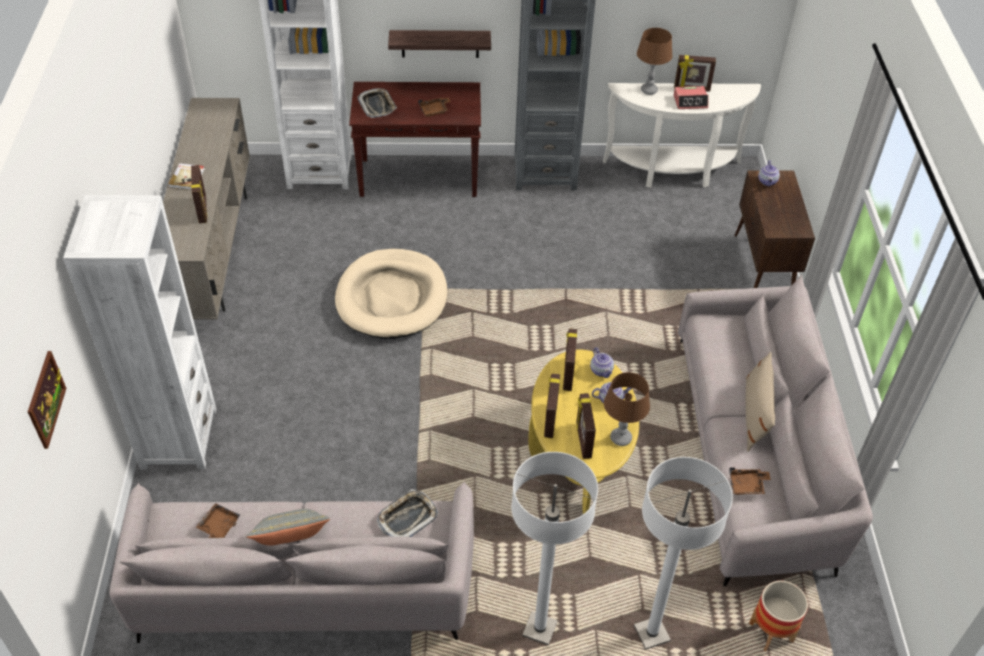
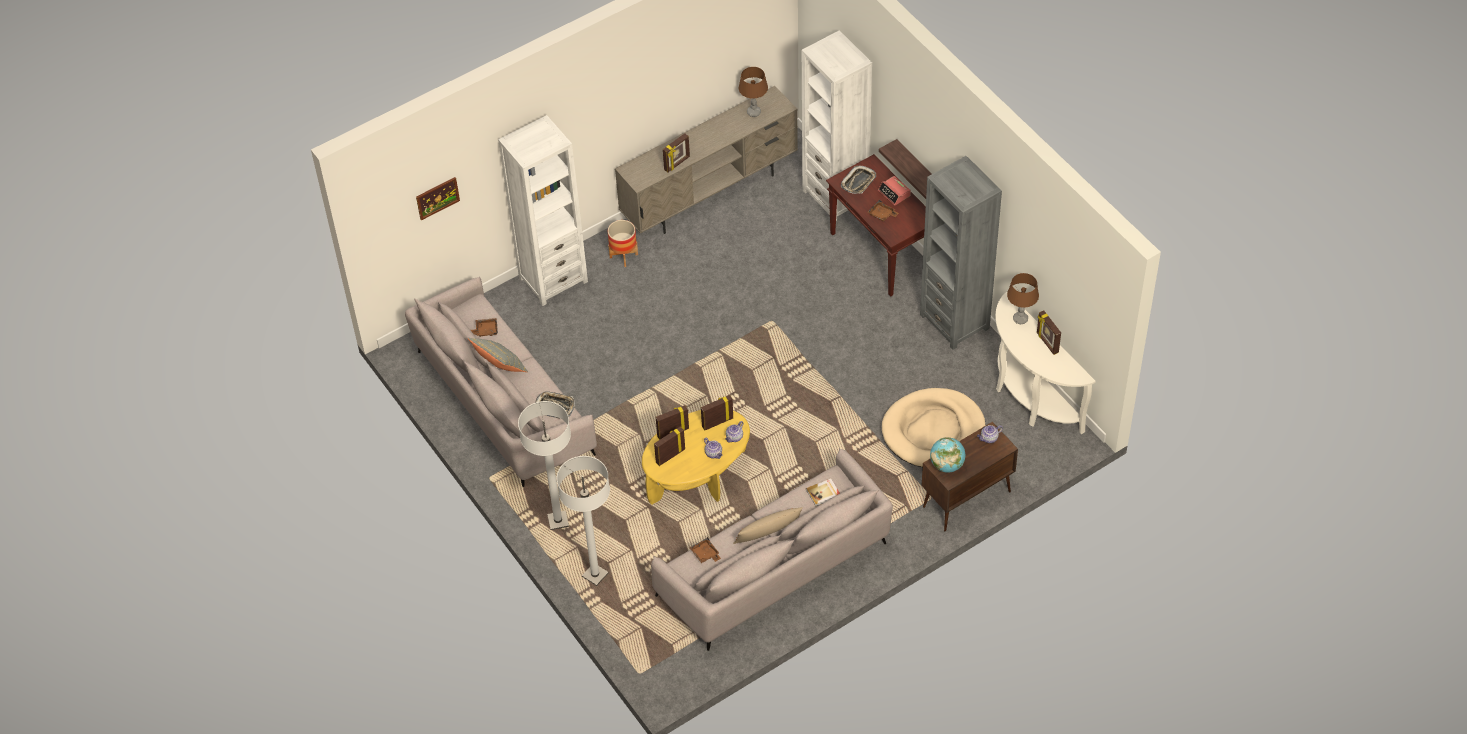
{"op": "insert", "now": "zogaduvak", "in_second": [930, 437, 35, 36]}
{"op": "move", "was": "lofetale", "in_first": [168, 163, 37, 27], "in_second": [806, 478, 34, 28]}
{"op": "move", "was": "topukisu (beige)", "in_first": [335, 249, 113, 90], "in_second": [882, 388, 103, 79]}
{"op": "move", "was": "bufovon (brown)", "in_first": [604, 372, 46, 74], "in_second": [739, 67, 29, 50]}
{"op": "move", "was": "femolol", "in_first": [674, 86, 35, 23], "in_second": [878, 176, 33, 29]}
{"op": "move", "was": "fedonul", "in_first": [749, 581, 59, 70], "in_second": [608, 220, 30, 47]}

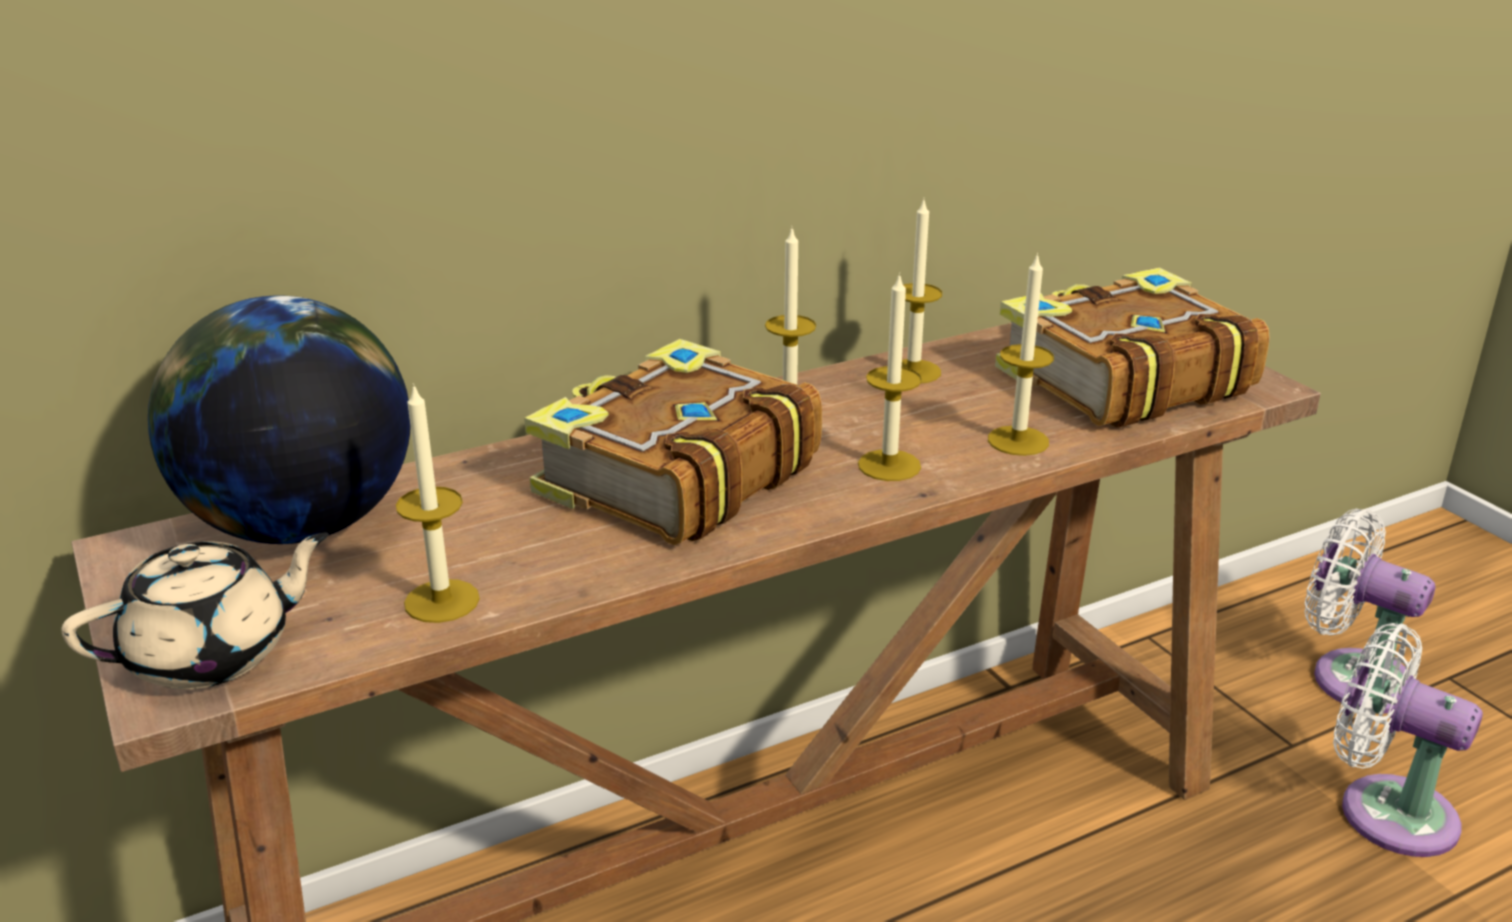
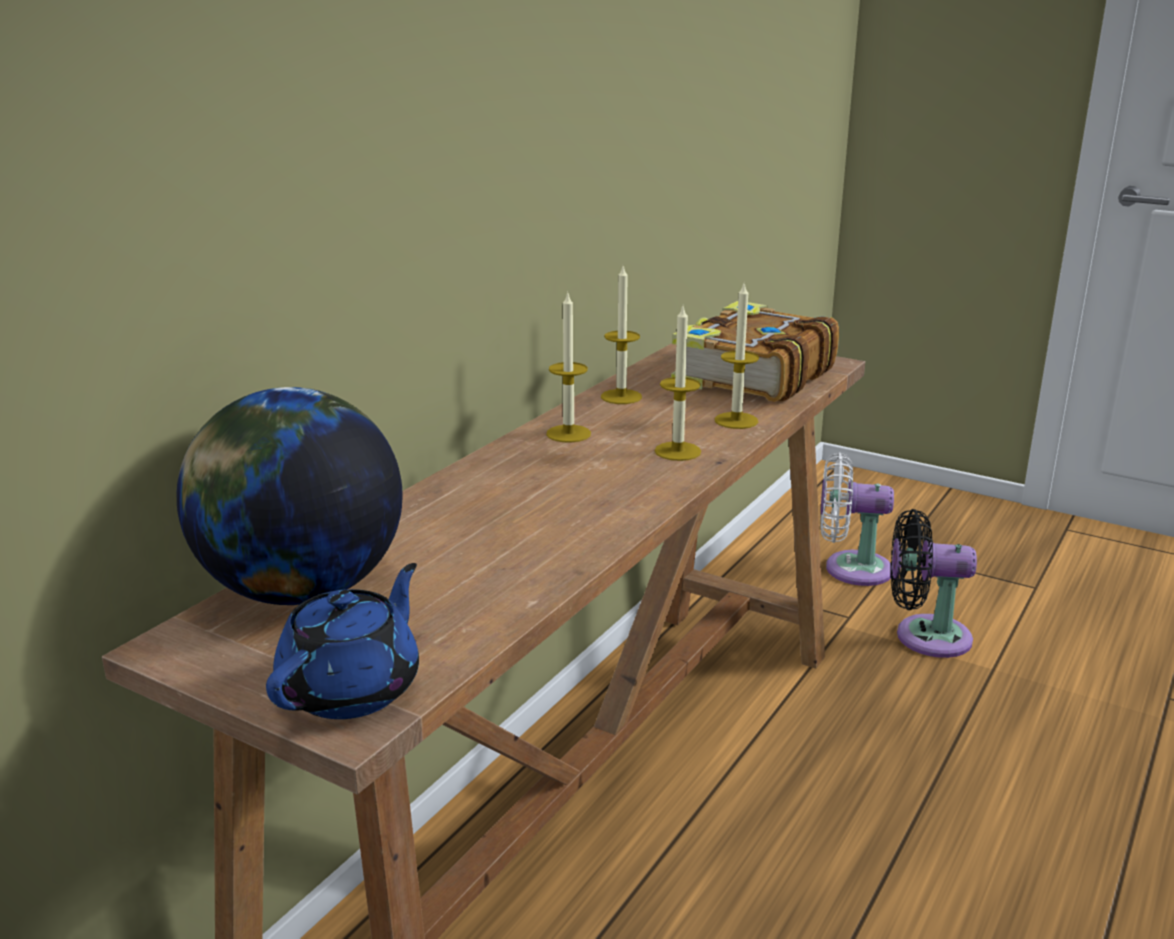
{"op": "delete", "was": "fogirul", "in_first": [396, 383, 84, 240]}
{"op": "delete", "was": "lofetale", "in_first": [524, 339, 298, 206]}
{"op": "recolor", "was": "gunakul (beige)", "now": "gunakul (blue)", "in_first": [62, 532, 267, 157], "in_second": [266, 563, 153, 156]}
{"op": "recolor", "was": "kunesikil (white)", "now": "kunesikil (black)", "in_first": [1333, 623, 150, 234], "in_second": [891, 509, 86, 149]}

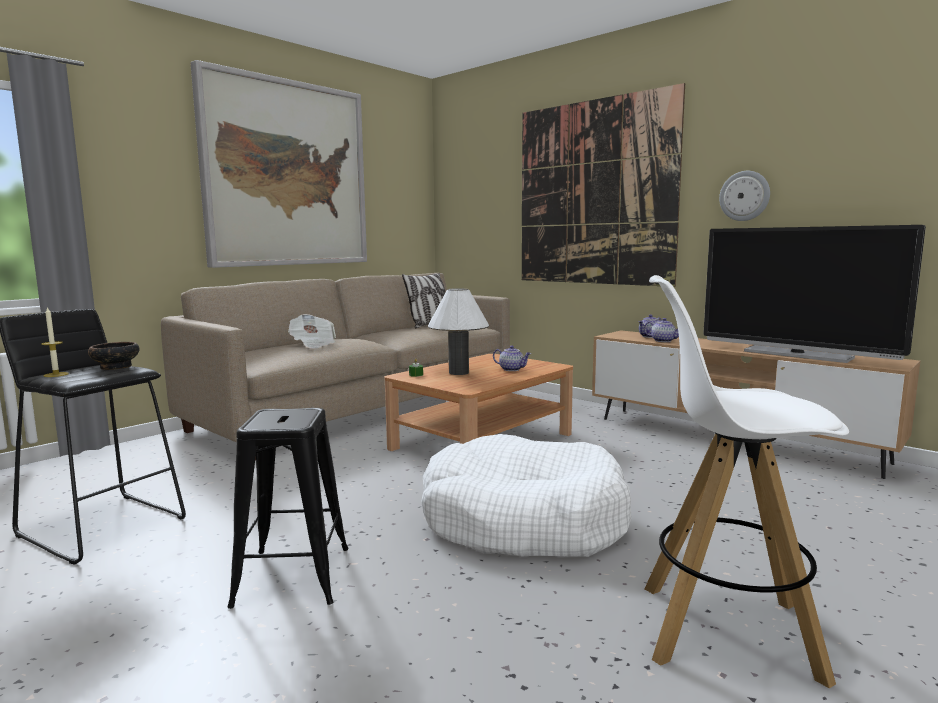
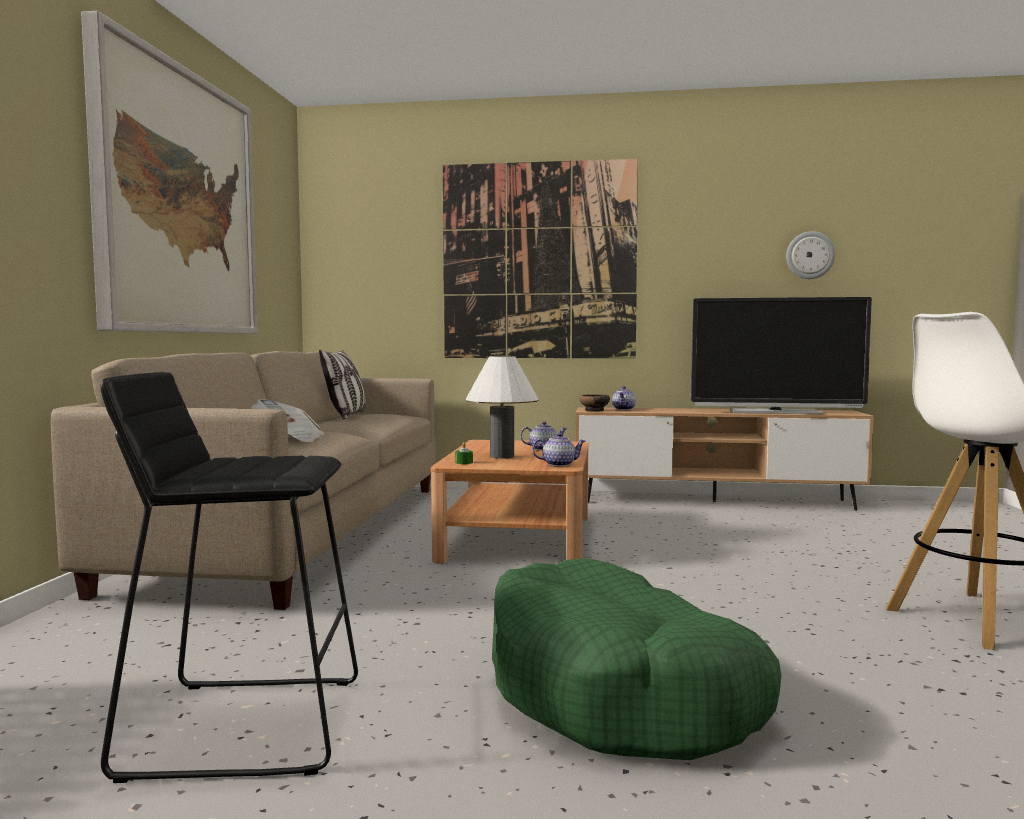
{"op": "delete", "was": "fogirul", "in_first": [41, 307, 28, 70]}
{"op": "delete", "was": "topukisu (white)", "in_first": [421, 434, 211, 123]}
{"op": "move", "was": "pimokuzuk", "in_first": [88, 342, 51, 28], "in_second": [580, 394, 30, 18]}
{"op": "move", "was": "gunakul", "in_first": [644, 318, 35, 24], "in_second": [532, 433, 53, 33]}
{"op": "move", "was": "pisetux", "in_first": [719, 171, 51, 50], "in_second": [786, 231, 49, 48]}
{"op": "replace", "was": "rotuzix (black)", "now": "topukisu (green)", "in_first": [228, 408, 120, 201], "in_second": [492, 558, 289, 202]}

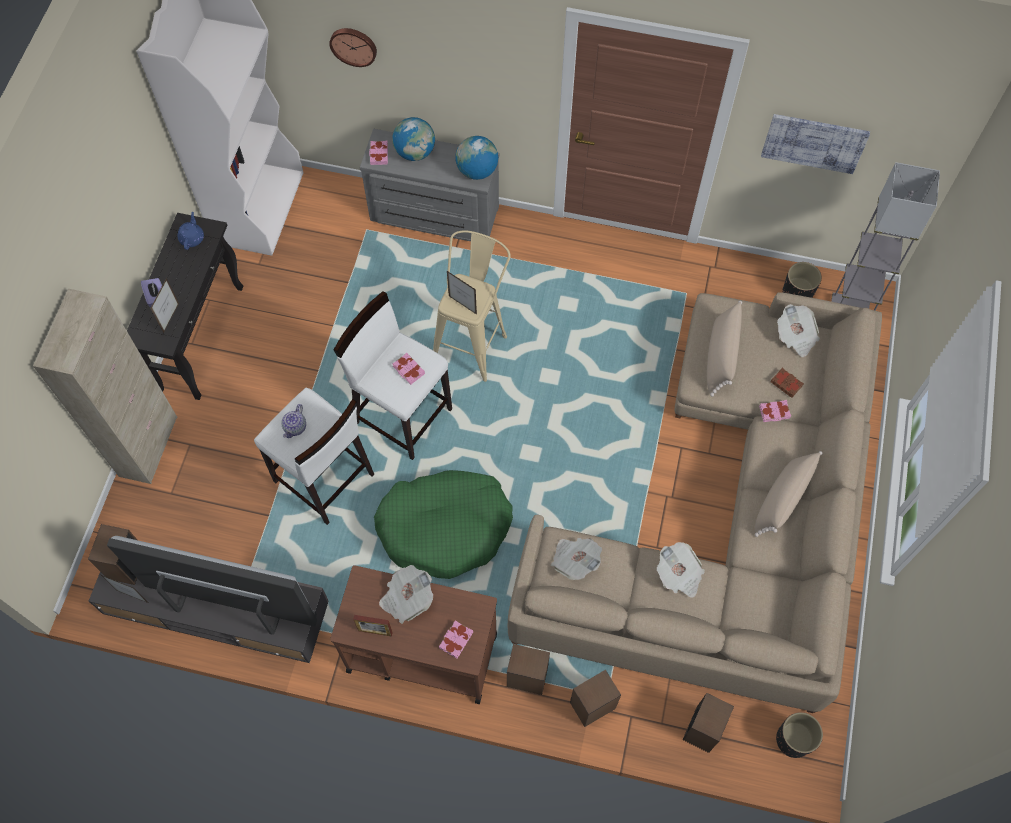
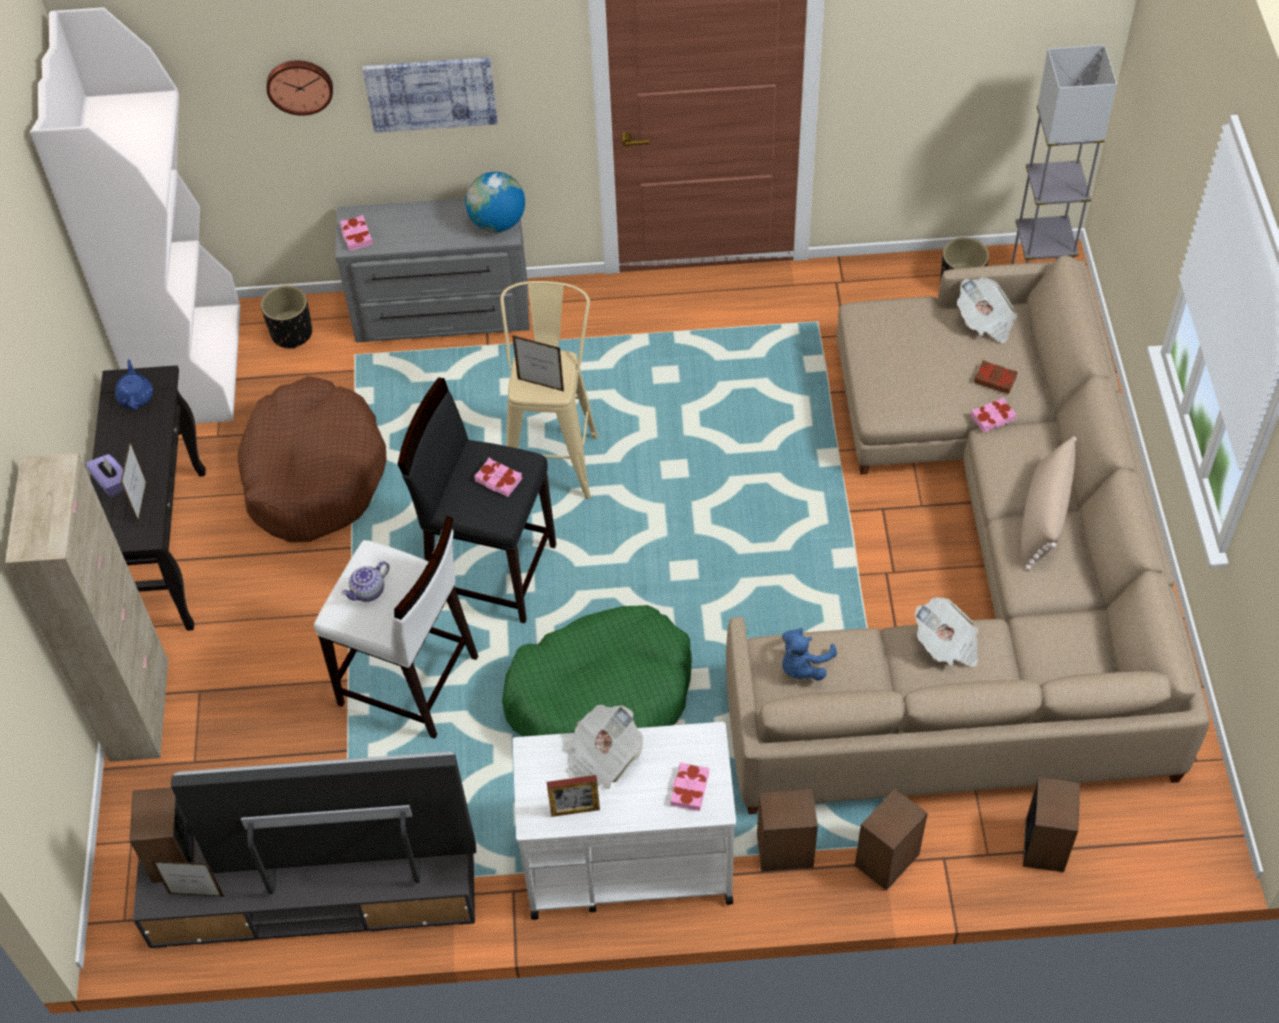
{"op": "delete", "was": "zogaduvak", "in_first": [392, 117, 43, 44]}
{"op": "delete", "was": "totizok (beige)", "in_first": [707, 301, 35, 96]}
{"op": "insert", "now": "topukisu (brown)", "in_second": [238, 376, 149, 166]}
{"op": "move", "was": "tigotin", "in_first": [761, 114, 109, 60], "in_second": [363, 57, 135, 76]}
{"op": "move", "was": "fedonul (black)", "in_first": [776, 712, 47, 46], "in_second": [261, 285, 51, 64]}
{"op": "replace", "was": "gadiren", "now": "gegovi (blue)", "in_first": [551, 538, 51, 42], "in_second": [782, 628, 55, 52]}
{"op": "recolor", "was": "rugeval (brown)", "now": "rugeval (white)", "in_first": [330, 565, 167, 139], "in_second": [513, 722, 223, 198]}
{"op": "recolor", "was": "rotuzix (white)", "now": "rotuzix (black)", "in_first": [334, 291, 118, 169], "in_second": [397, 378, 159, 245]}
{"op": "rotate", "was": "gunakul", "in_first": [281, 404, 25, 34], "in_second": [341, 561, 48, 41], "clockwise": 45}

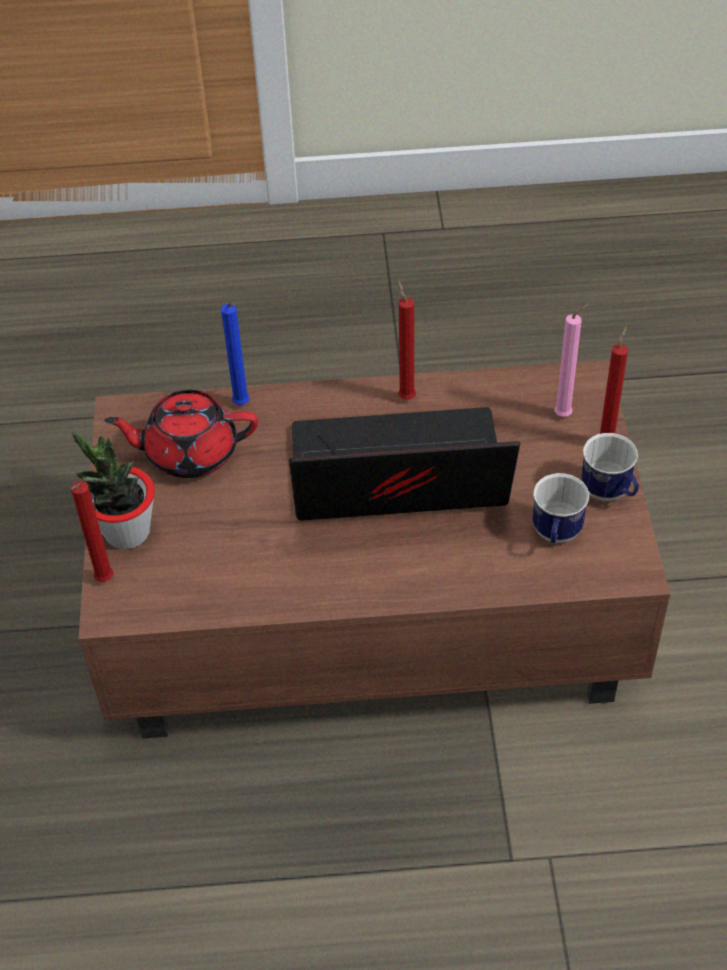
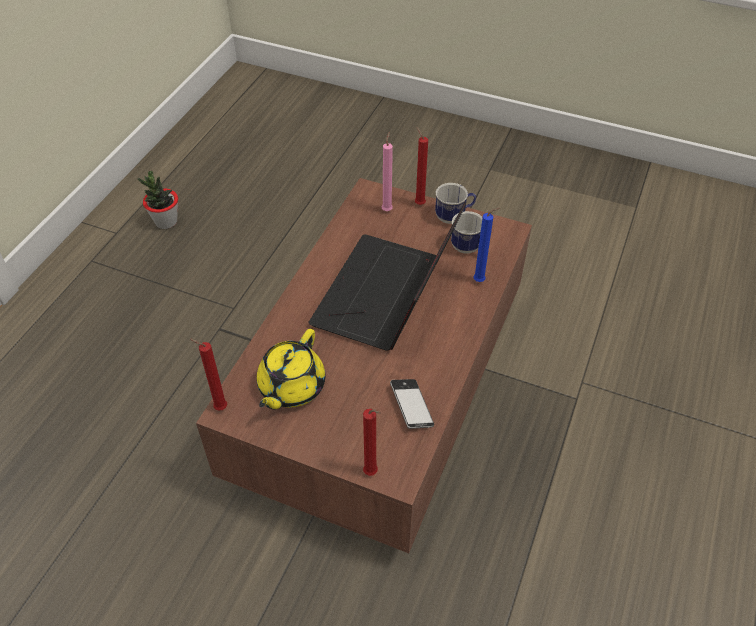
{"op": "insert", "now": "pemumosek", "in_second": [390, 379, 44, 50]}
{"op": "move", "was": "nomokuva", "in_first": [72, 431, 83, 118], "in_second": [138, 171, 40, 58]}
{"op": "move", "was": "fogirul (blue)", "in_first": [221, 303, 29, 102], "in_second": [473, 208, 27, 74]}
{"op": "move", "was": "fogirul (red)", "in_first": [398, 282, 18, 118], "in_second": [190, 339, 37, 72]}
{"op": "recolor", "was": "gunakul (red)", "now": "gunakul (yellow)", "in_first": [104, 390, 154, 88], "in_second": [257, 329, 68, 80]}

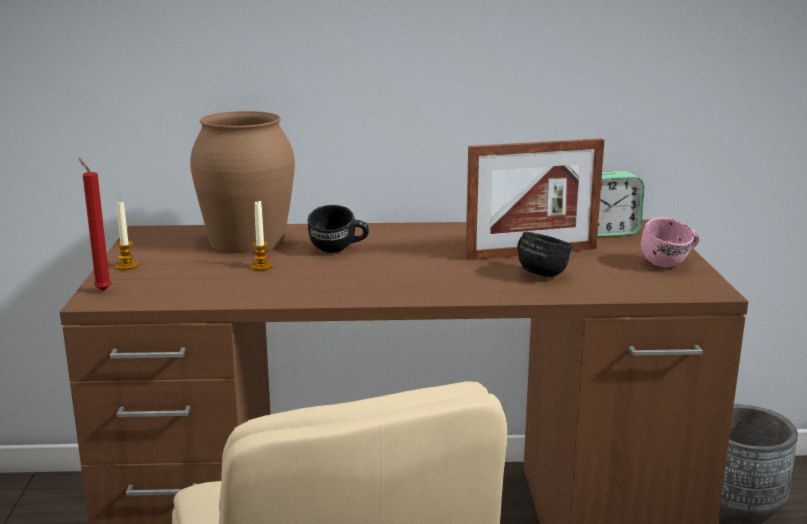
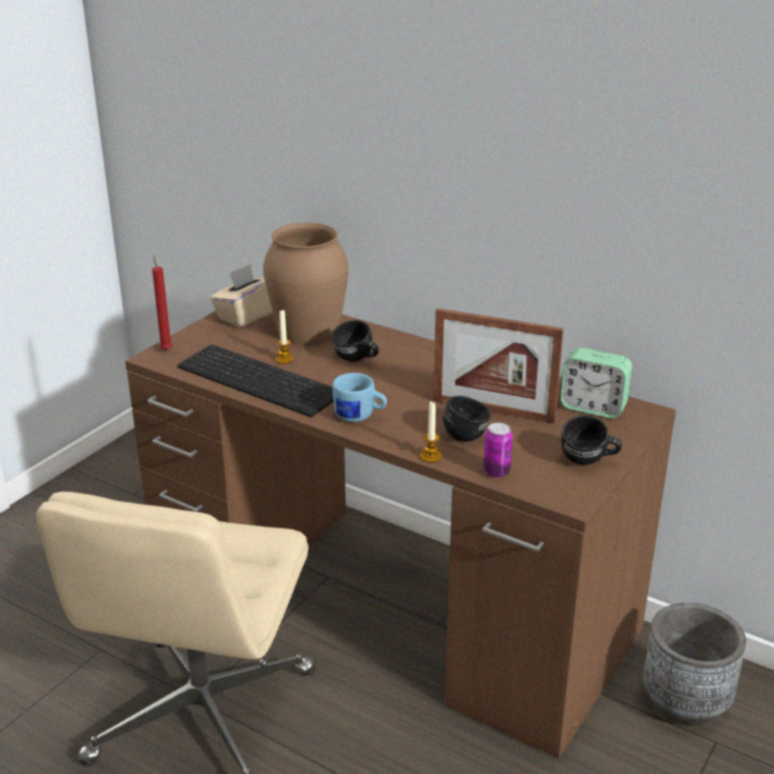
{"op": "insert", "now": "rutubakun", "in_second": [177, 345, 157, 72]}
{"op": "insert", "now": "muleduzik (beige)", "in_second": [210, 264, 63, 63]}
{"op": "insert", "now": "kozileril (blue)", "in_second": [332, 373, 55, 49]}
{"op": "insert", "now": "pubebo", "in_second": [483, 423, 30, 55]}
{"op": "move", "was": "fogirul", "in_first": [115, 202, 24, 68], "in_second": [420, 401, 22, 62]}
{"op": "recolor", "was": "kozileril (pink)", "now": "kozileril (black)", "in_first": [641, 217, 59, 51], "in_second": [561, 415, 61, 50]}

